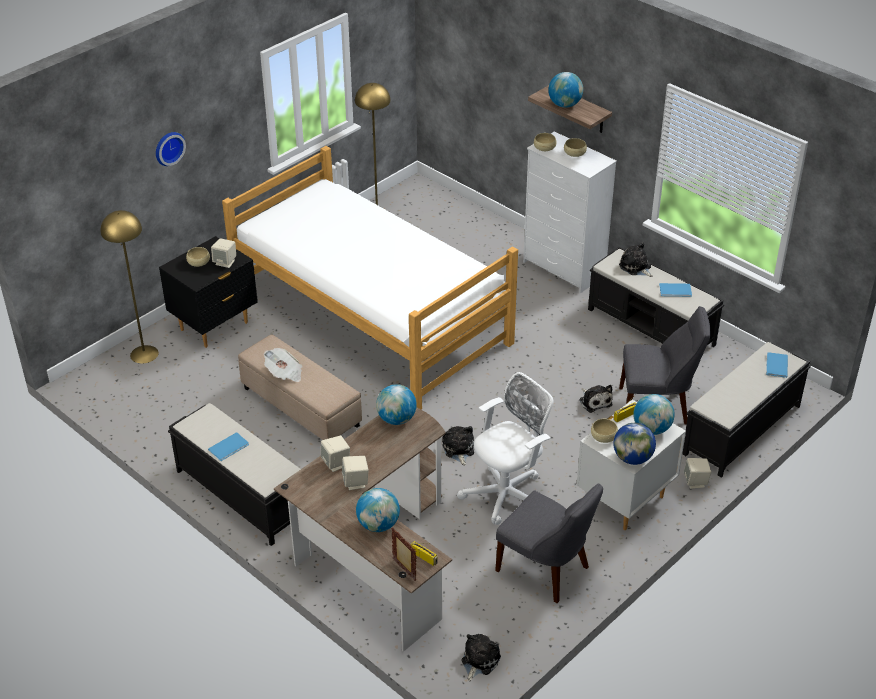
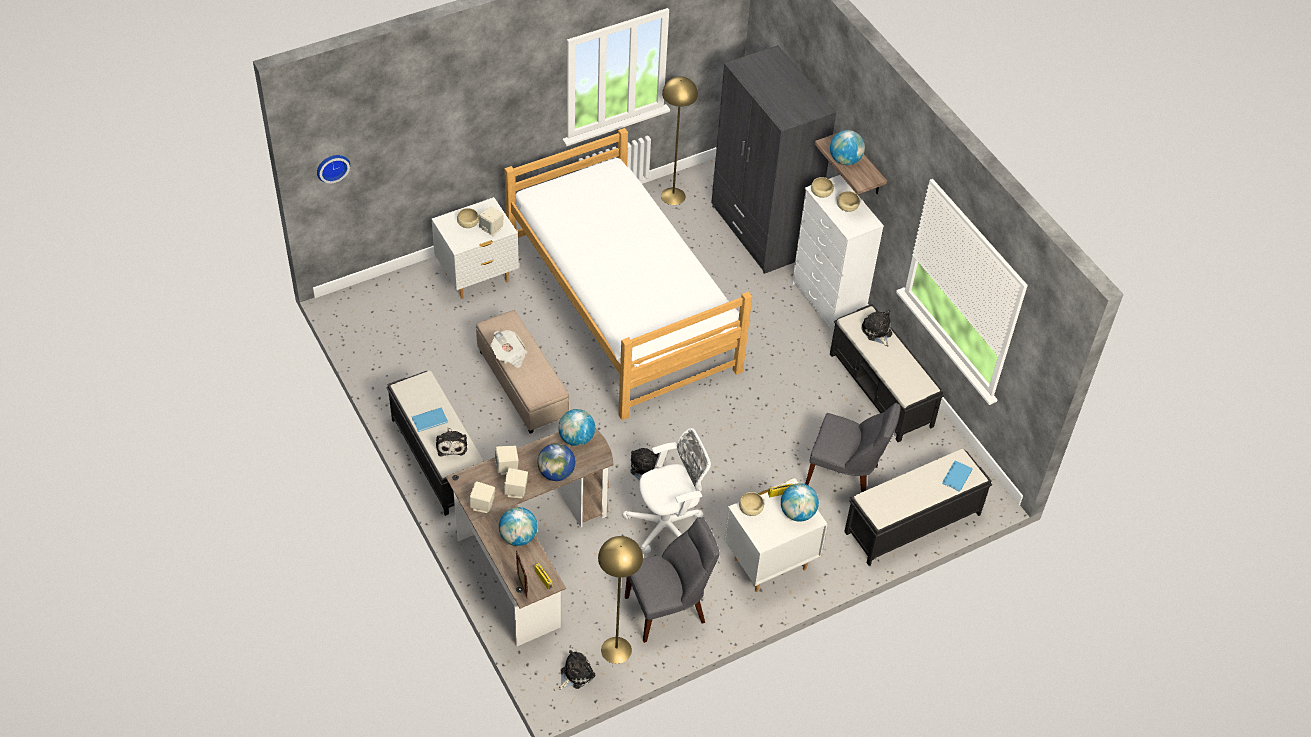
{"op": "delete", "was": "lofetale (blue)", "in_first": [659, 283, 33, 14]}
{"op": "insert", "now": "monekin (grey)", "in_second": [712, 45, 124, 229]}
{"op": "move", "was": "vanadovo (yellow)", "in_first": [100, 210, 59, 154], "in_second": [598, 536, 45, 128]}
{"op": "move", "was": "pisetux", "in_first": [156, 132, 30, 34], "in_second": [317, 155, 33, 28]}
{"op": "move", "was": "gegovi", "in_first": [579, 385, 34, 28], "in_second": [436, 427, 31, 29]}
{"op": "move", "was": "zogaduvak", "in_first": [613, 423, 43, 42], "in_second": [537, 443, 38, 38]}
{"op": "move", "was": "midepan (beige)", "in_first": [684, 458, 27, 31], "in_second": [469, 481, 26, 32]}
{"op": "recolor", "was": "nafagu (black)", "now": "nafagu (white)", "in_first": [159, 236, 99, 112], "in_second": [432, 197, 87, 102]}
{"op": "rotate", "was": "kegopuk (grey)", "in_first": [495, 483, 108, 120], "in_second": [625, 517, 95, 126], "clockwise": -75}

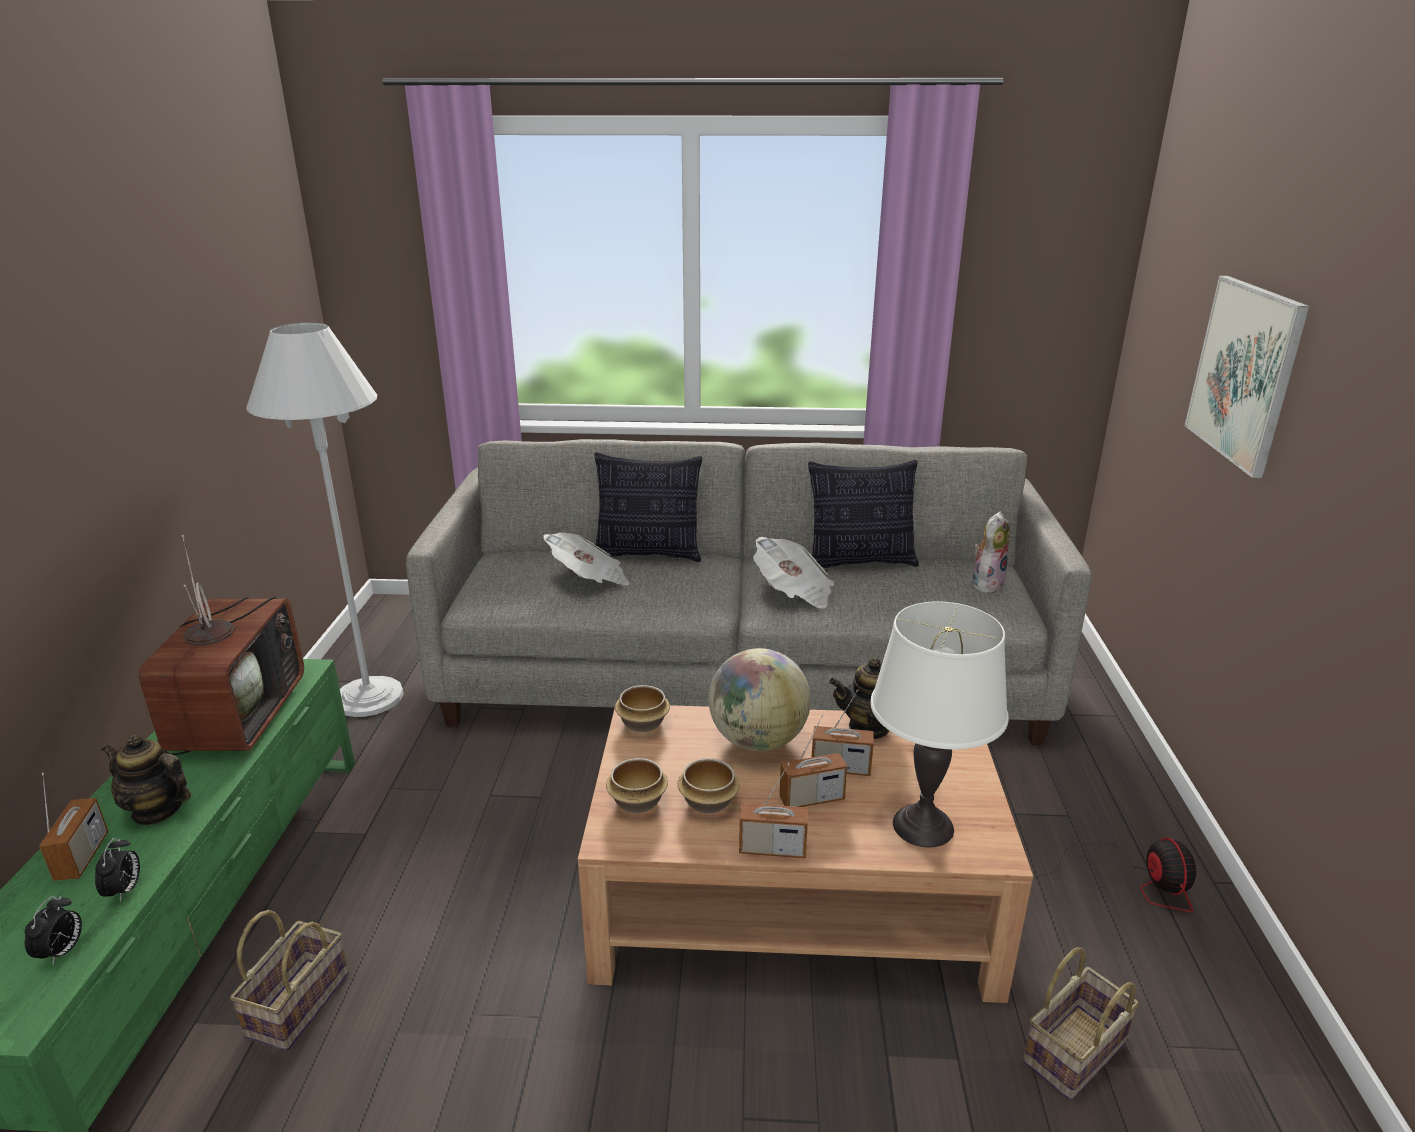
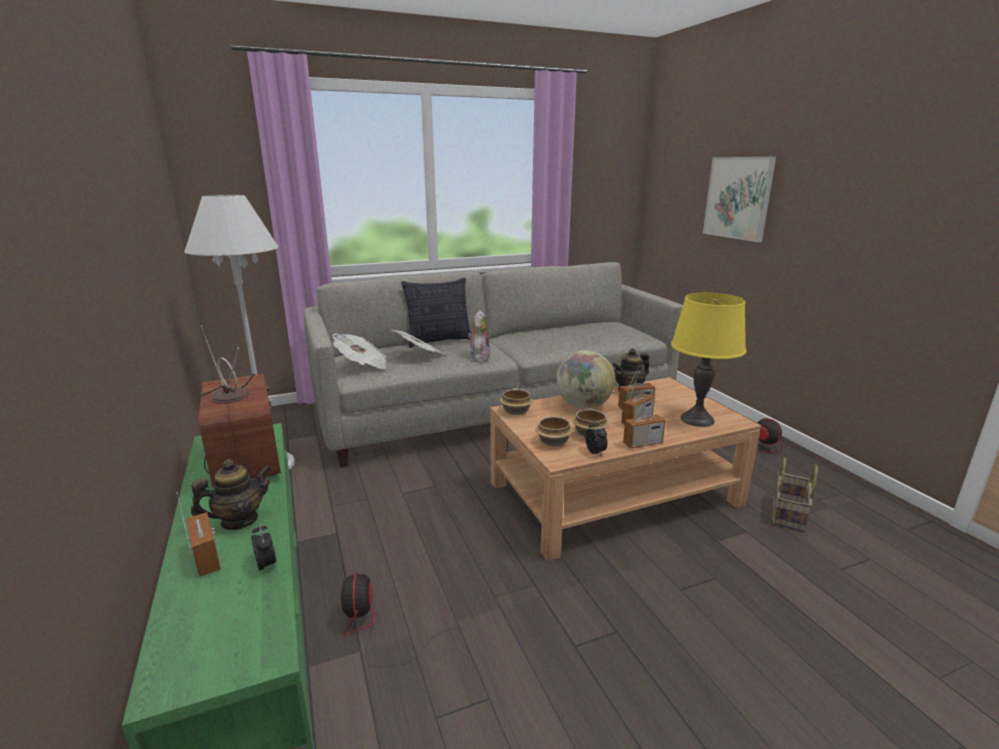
{"op": "delete", "was": "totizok", "in_first": [808, 460, 111, 108]}
{"op": "move", "was": "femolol", "in_first": [25, 896, 57, 69], "in_second": [585, 420, 23, 36]}
{"op": "move", "was": "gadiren", "in_first": [753, 537, 81, 72], "in_second": [332, 333, 55, 36]}
{"op": "move", "was": "gegovi", "in_first": [973, 512, 37, 82], "in_second": [468, 310, 22, 52]}
{"op": "replace", "was": "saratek", "now": "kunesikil", "in_first": [230, 910, 119, 141], "in_second": [341, 572, 117, 96]}
{"op": "recolor", "was": "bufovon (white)", "now": "bufovon (yellow)", "in_first": [870, 601, 139, 246], "in_second": [671, 293, 75, 134]}
{"op": "rotate", "was": "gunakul", "in_first": [101, 734, 90, 91], "in_second": [191, 459, 81, 71], "clockwise": 150}

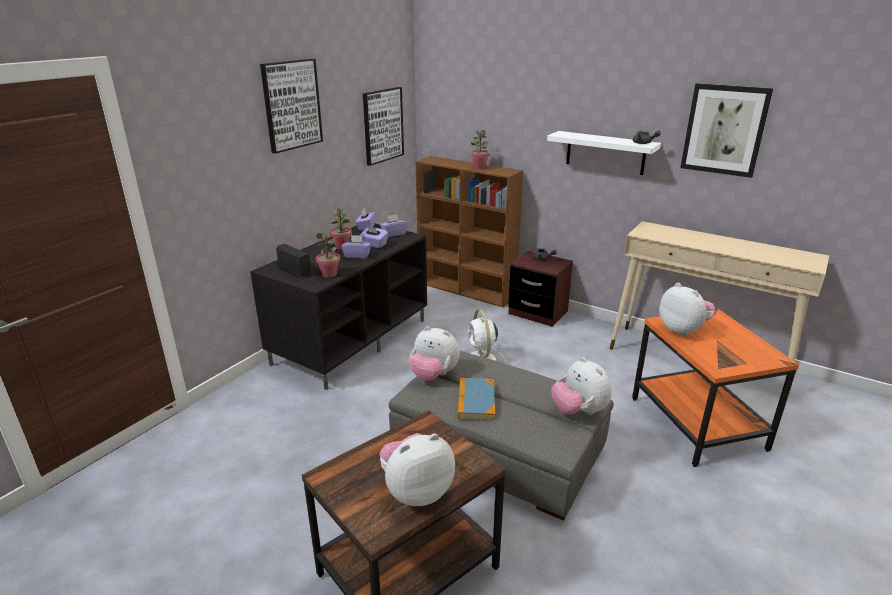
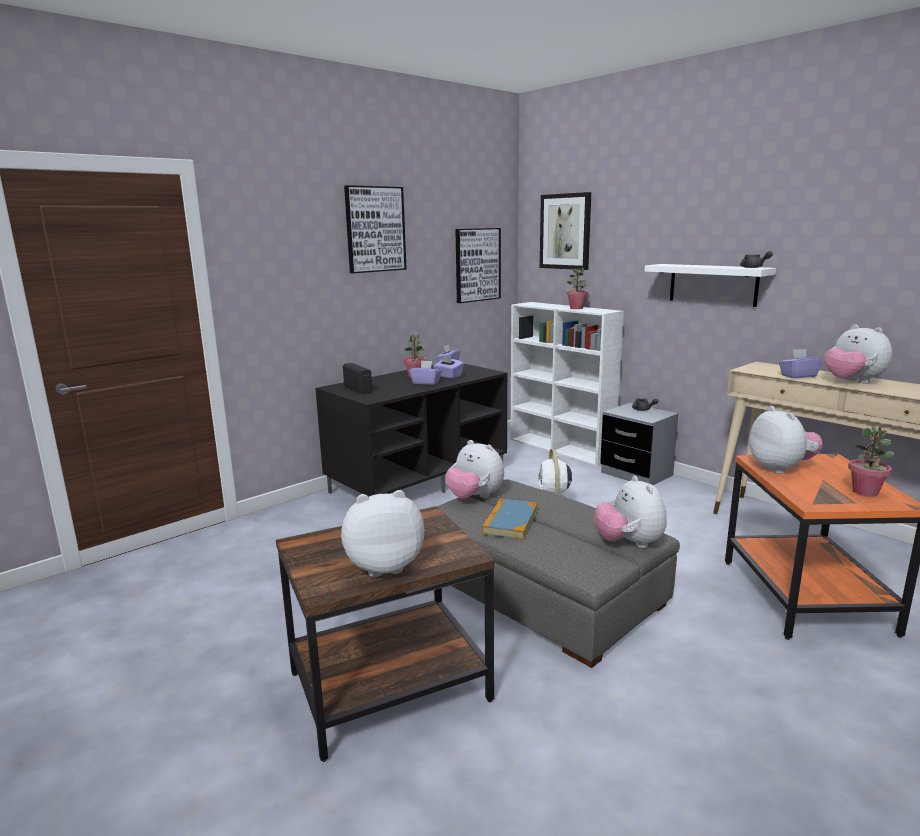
{"op": "insert", "now": "gegovi", "in_second": [824, 324, 68, 60]}
{"op": "move", "was": "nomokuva", "in_first": [316, 231, 24, 46], "in_second": [848, 426, 46, 71]}
{"op": "move", "was": "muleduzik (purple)", "in_first": [380, 214, 28, 23], "in_second": [779, 349, 44, 29]}
{"op": "move", "was": "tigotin", "in_first": [680, 83, 94, 95], "in_second": [540, 192, 51, 78]}
{"op": "recolor", "was": "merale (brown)", "now": "merale (white)", "in_first": [416, 156, 107, 152], "in_second": [511, 302, 113, 164]}
{"op": "recolor", "was": "nafagu (brown)", "now": "nafagu (grey)", "in_first": [508, 251, 65, 76], "in_second": [600, 403, 78, 82]}

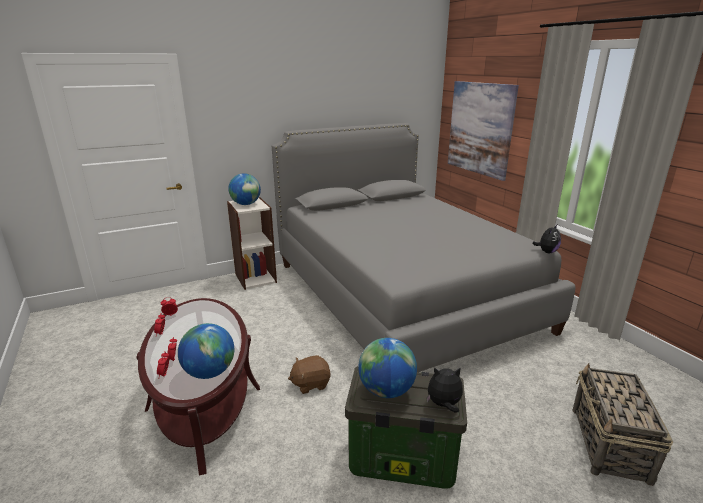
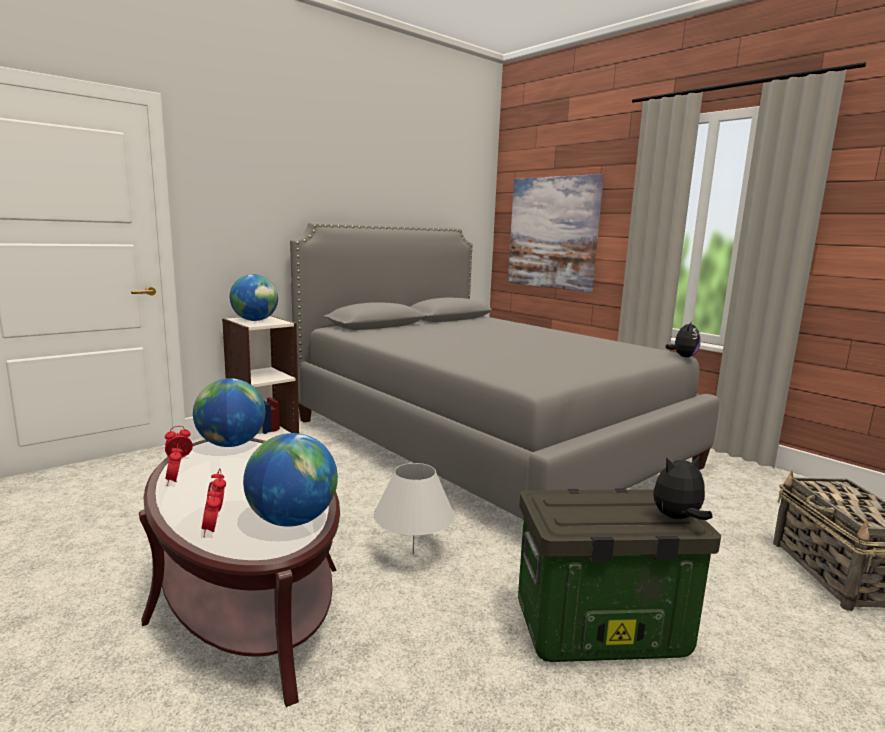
{"op": "move", "was": "zogaduvak", "in_first": [358, 338, 59, 60], "in_second": [193, 378, 72, 69]}
{"op": "replace", "was": "gegovi (brown)", "now": "bufovon (white)", "in_first": [288, 355, 42, 39], "in_second": [373, 463, 82, 91]}

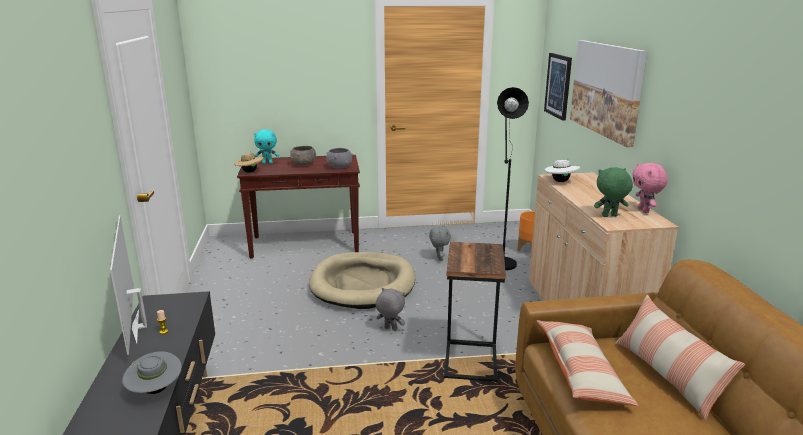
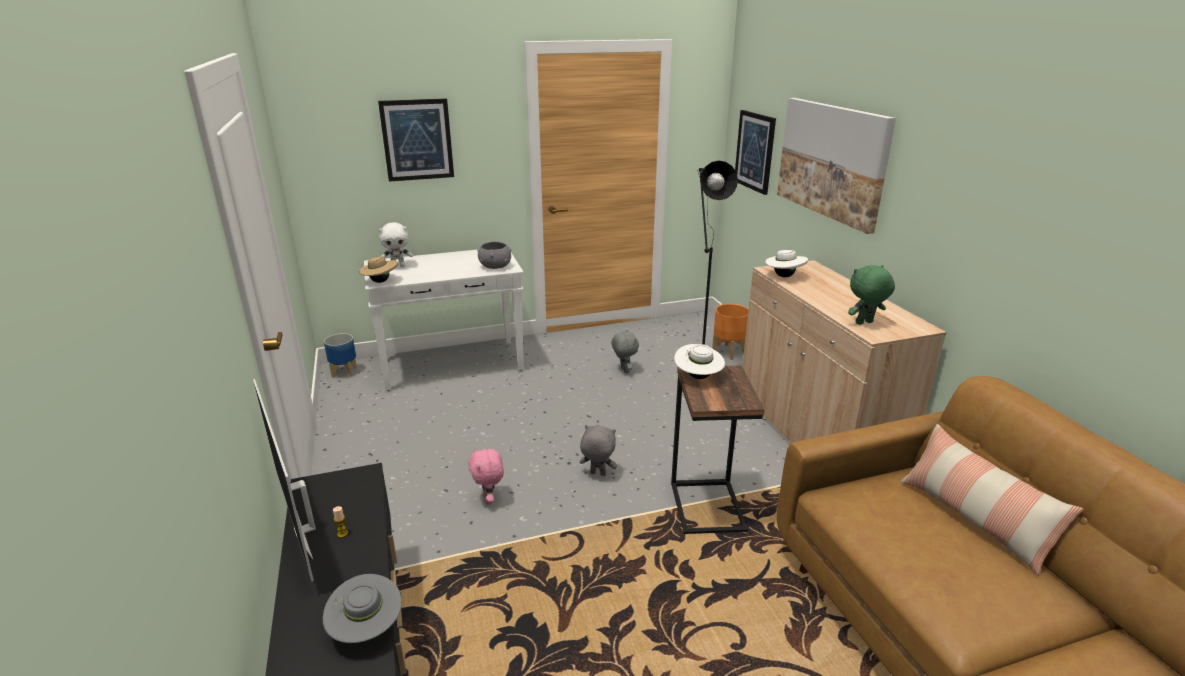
{"op": "delete", "was": "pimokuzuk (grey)", "in_first": [290, 146, 26, 20]}
{"op": "delete", "was": "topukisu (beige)", "in_first": [309, 252, 106, 57]}
{"op": "delete", "was": "totizok", "in_first": [536, 320, 103, 86]}
{"op": "insert", "now": "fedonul", "in_second": [324, 333, 33, 45]}
{"op": "insert", "now": "tigotin", "in_second": [378, 98, 76, 84]}
{"op": "insert", "now": "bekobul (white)", "in_second": [674, 344, 51, 35]}
{"op": "move", "was": "gegovi (pink)", "in_first": [632, 163, 36, 50], "in_second": [468, 448, 36, 57]}
{"op": "recolor", "was": "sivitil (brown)", "now": "sivitil (white)", "in_first": [237, 155, 123, 104], "in_second": [364, 249, 160, 142]}
{"op": "recolor", "was": "gegovi (turquoise)", "now": "gegovi (white)", "in_first": [254, 129, 25, 35], "in_second": [379, 222, 34, 45]}

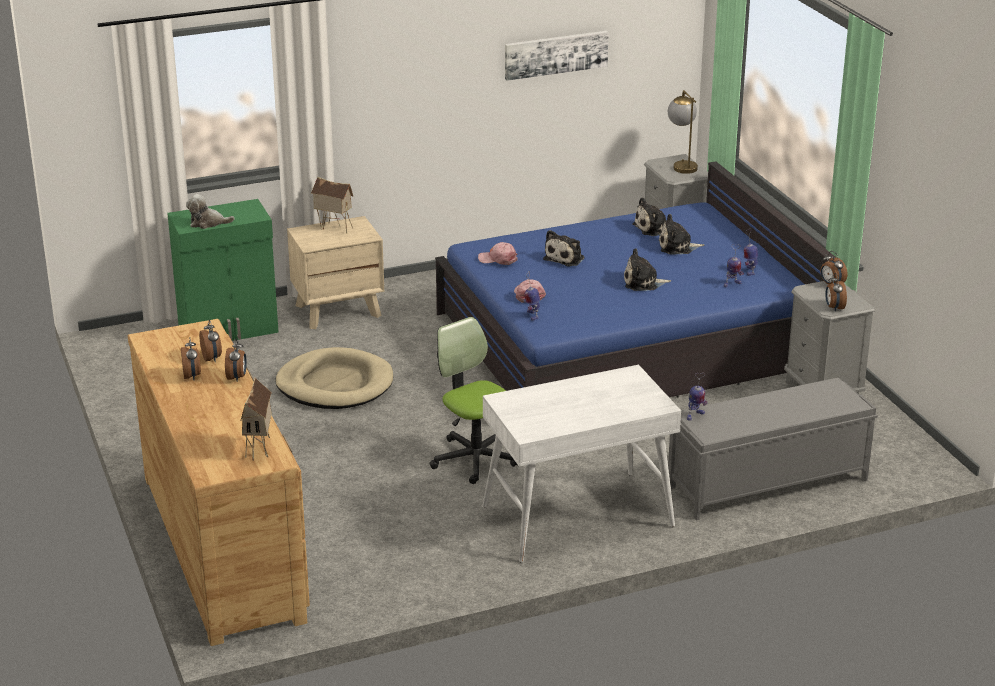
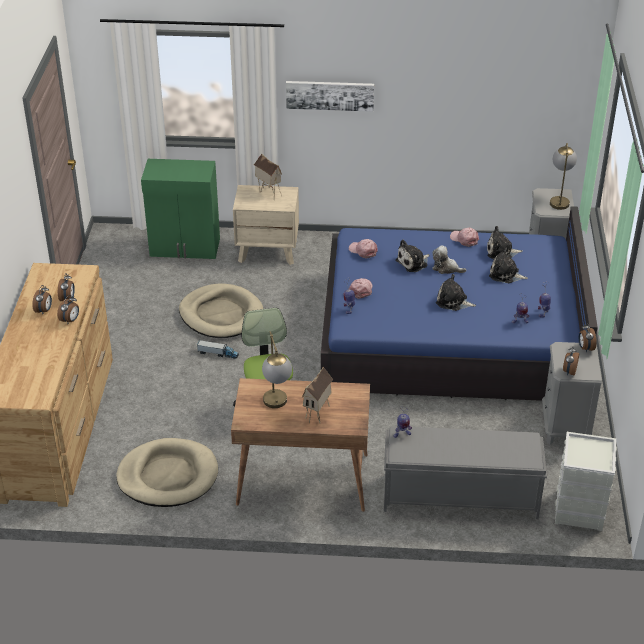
{"op": "insert", "now": "topukisu (beige)", "in_second": [116, 438, 102, 69]}
{"op": "insert", "now": "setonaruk", "in_second": [197, 340, 42, 19]}
{"op": "insert", "now": "bufovon", "in_second": [262, 331, 30, 77]}
{"op": "insert", "now": "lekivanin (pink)", "in_second": [450, 228, 29, 19]}
{"op": "insert", "now": "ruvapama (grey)", "in_second": [555, 432, 62, 99]}
{"op": "move", "was": "gegovi", "in_first": [186, 194, 49, 35], "in_second": [432, 245, 35, 29]}
{"op": "move", "was": "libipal", "in_first": [240, 378, 32, 83], "in_second": [302, 366, 31, 57]}
{"op": "move", "was": "tigotin", "in_first": [505, 31, 104, 50], "in_second": [286, 81, 88, 31]}
{"op": "recolor", "was": "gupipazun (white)", "now": "gupipazun (brown)", "in_first": [482, 365, 199, 197], "in_second": [231, 378, 139, 134]}

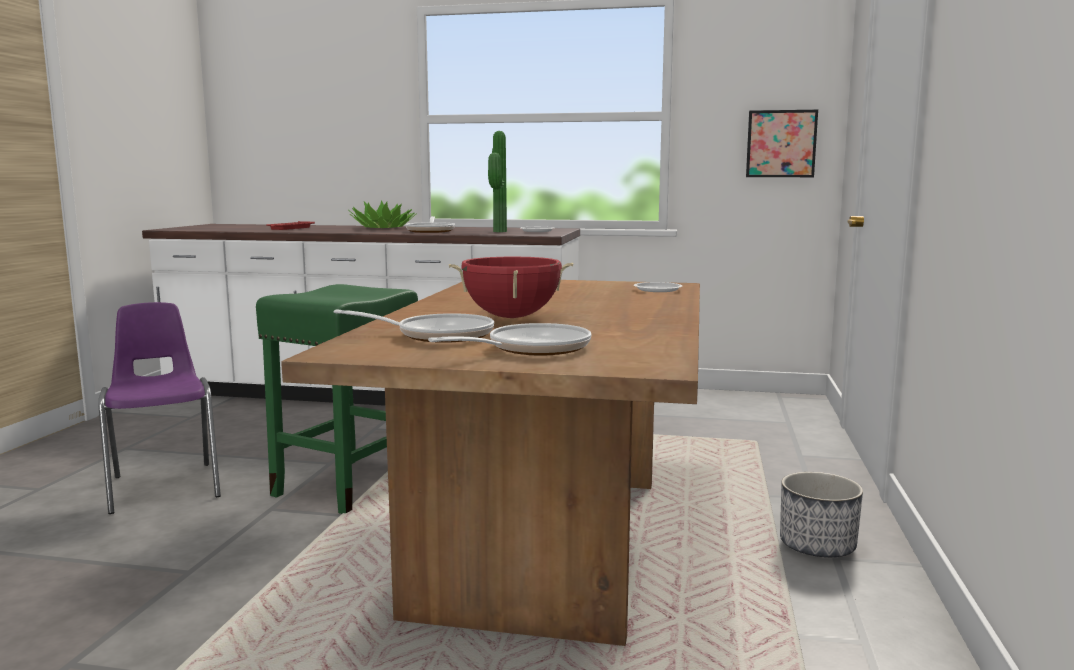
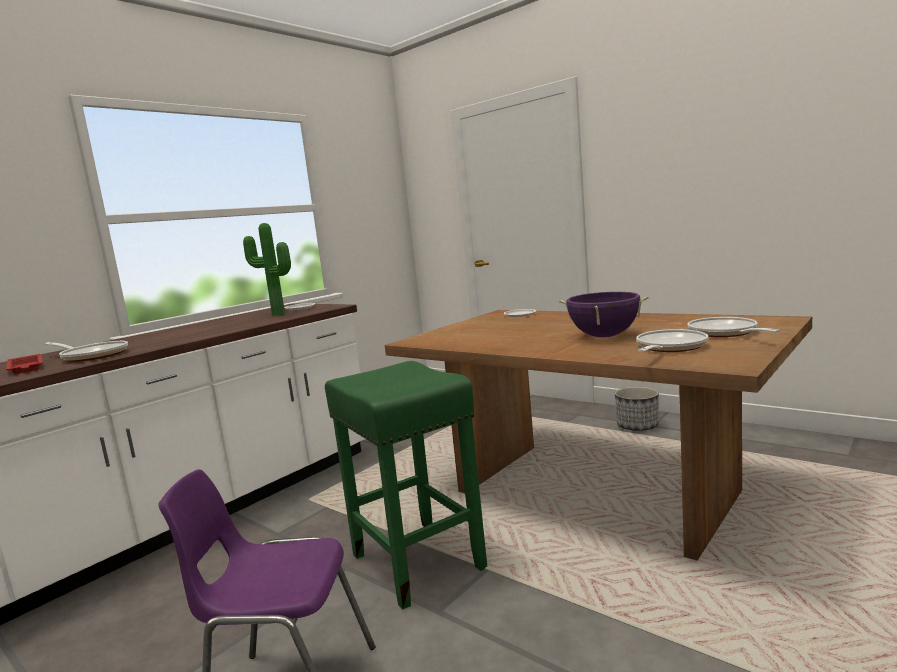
{"op": "delete", "was": "nomokuva", "in_first": [348, 200, 69, 28]}
{"op": "delete", "was": "tigotin", "in_first": [746, 110, 72, 67]}
{"op": "move", "was": "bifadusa", "in_first": [405, 216, 50, 17], "in_second": [45, 341, 83, 21]}
{"op": "recolor", "was": "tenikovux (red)", "now": "tenikovux (purple)", "in_first": [449, 257, 124, 61], "in_second": [558, 292, 92, 45]}

